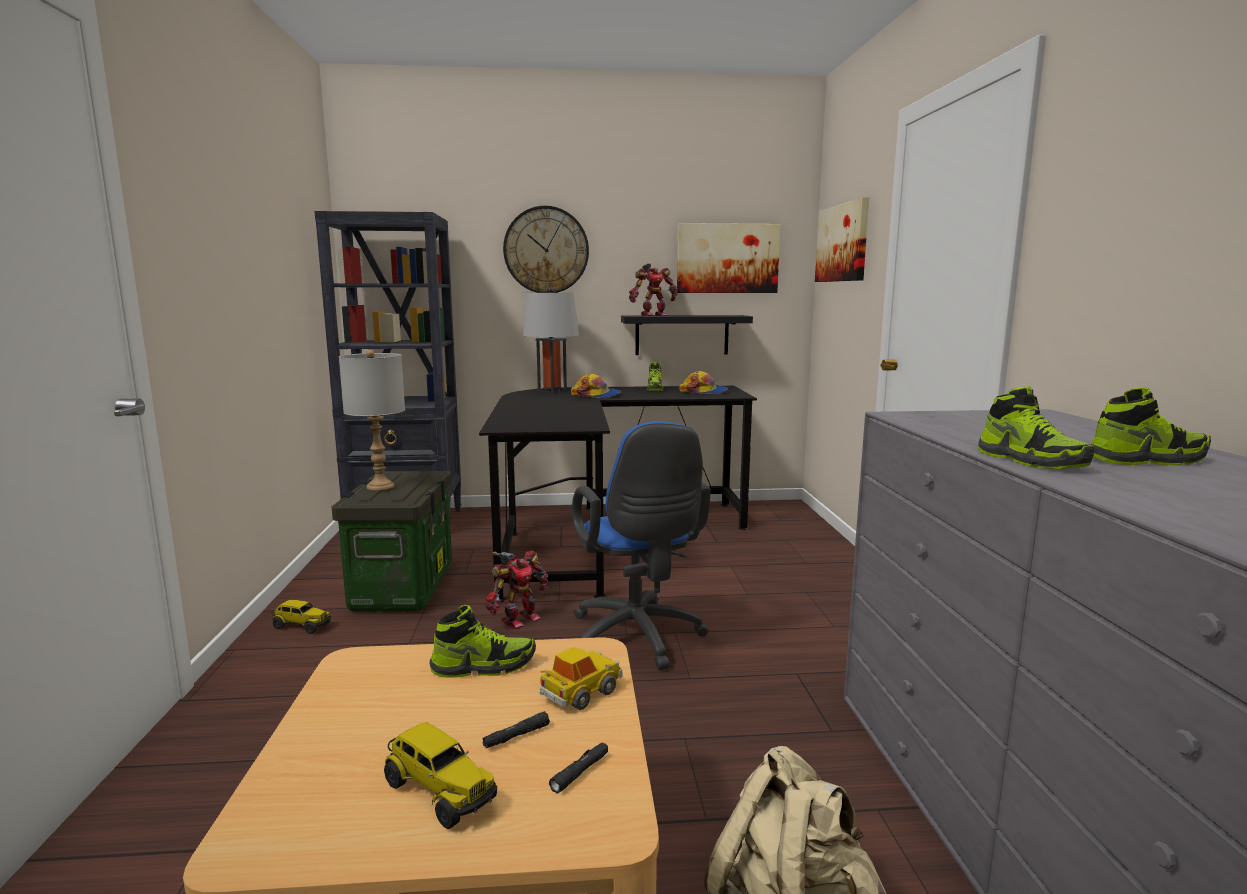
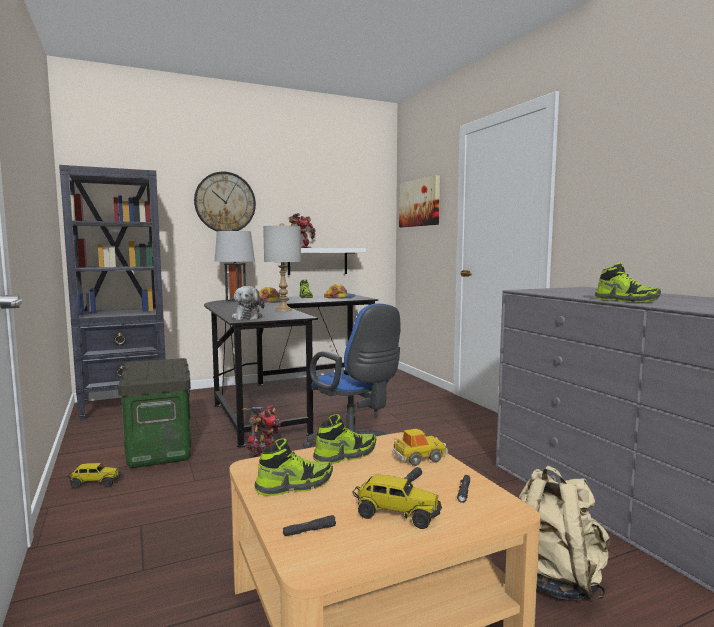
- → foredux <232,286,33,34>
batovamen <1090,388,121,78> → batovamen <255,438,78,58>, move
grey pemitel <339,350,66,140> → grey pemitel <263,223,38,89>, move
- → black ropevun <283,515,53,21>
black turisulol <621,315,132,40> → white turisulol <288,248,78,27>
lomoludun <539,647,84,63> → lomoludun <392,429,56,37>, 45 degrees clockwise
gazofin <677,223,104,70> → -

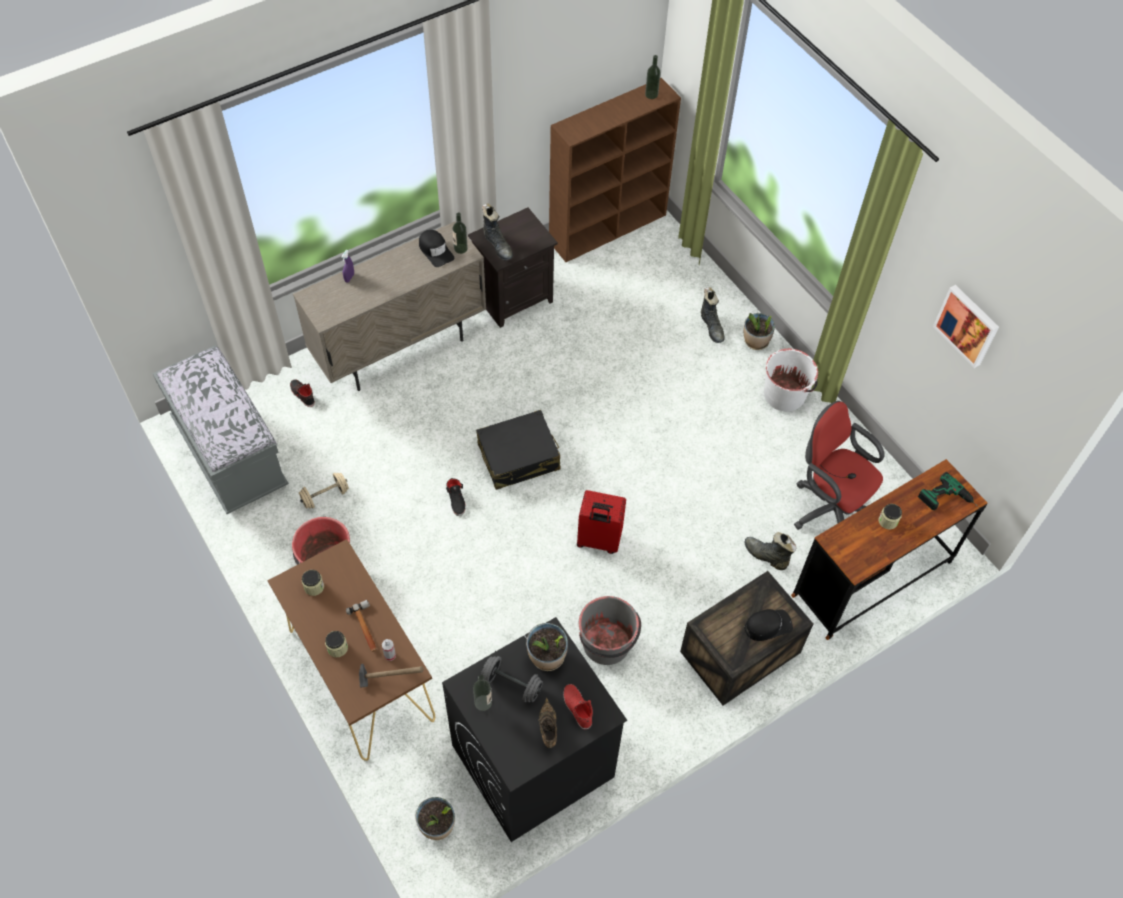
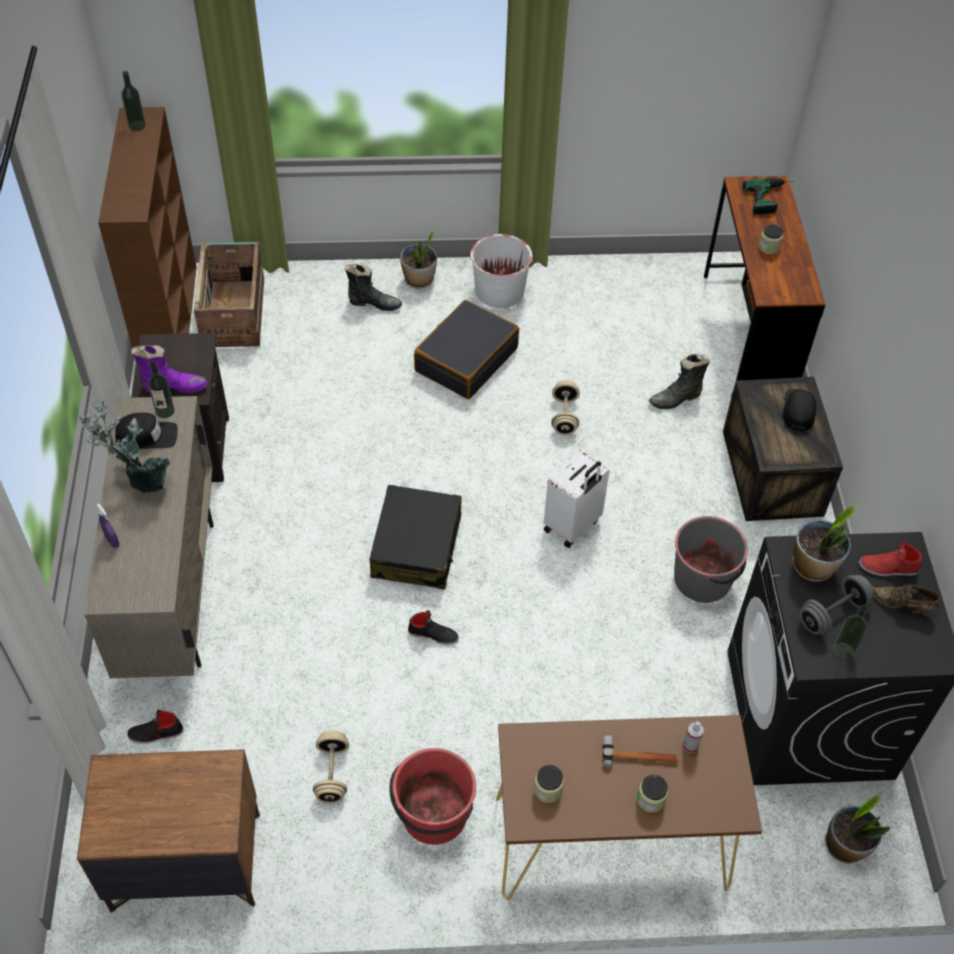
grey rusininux <153,345,136,169> → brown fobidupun <77,749,183,164>
- → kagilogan <79,397,91,96>
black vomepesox <482,204,31,57> → purple vomepesox <131,345,76,48>
- → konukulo <194,242,70,105>
- → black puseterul <414,300,105,99>
red puseterul <577,490,49,64> → white puseterul <544,450,66,98>
- → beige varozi <551,380,29,55>
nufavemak <359,663,64,25> → -
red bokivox <794,401,91,129> → -
gazofin <933,285,66,83> → -

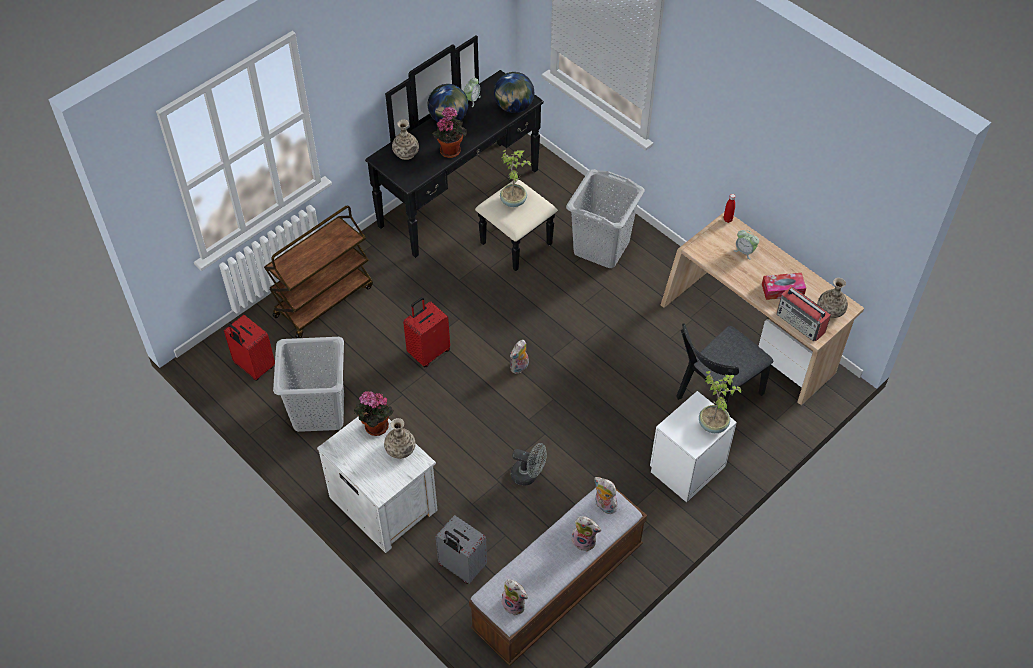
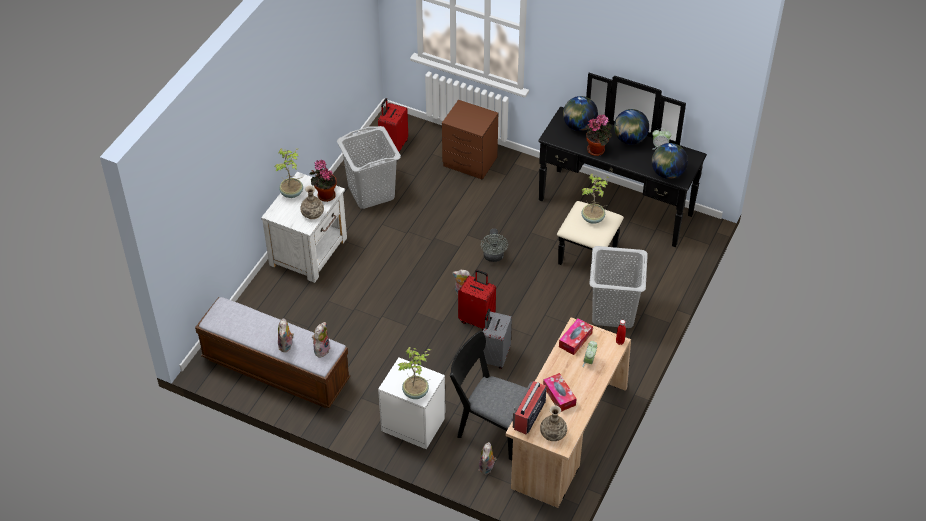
- → kagilogan <274,148,29,50>
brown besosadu <264,205,109,133> → brown fobidupun <442,100,56,80>
red puseterul <403,297,47,70> → red puseterul <458,270,38,60>, move
foredux <501,579,27,37> → foredux <479,442,17,33>, move
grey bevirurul <511,443,36,42> → grey bevirurul <481,228,27,34>, move
grey puseterul <436,515,51,69> → grey puseterul <483,309,29,60>, move
- → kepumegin <559,318,34,37>
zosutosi <392,119,27,41> → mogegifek <563,96,35,35>

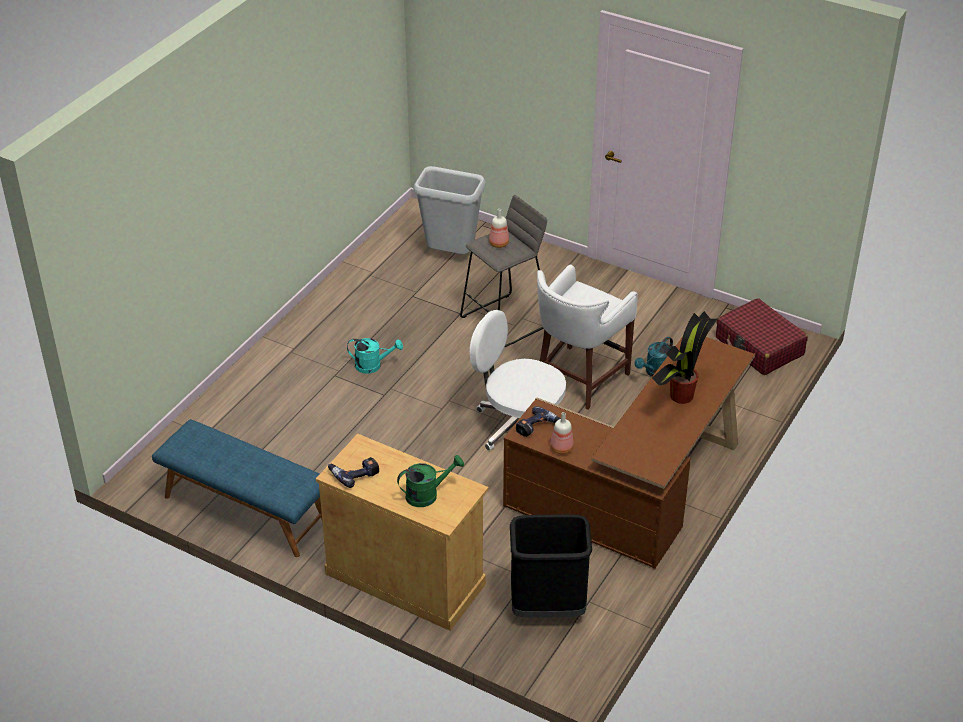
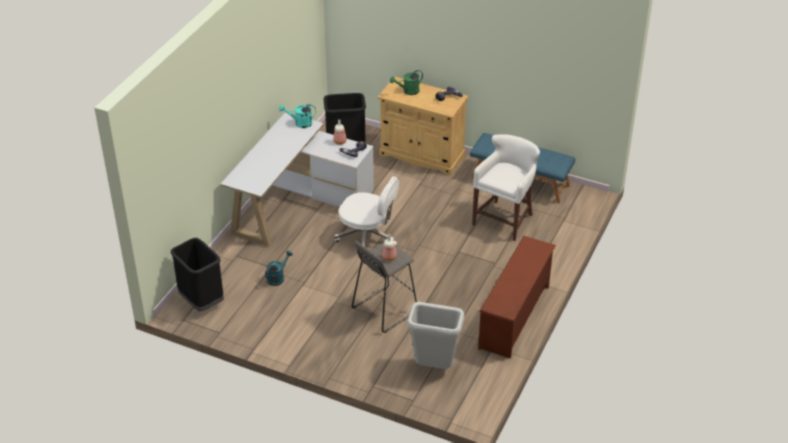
red puseterul <716,298,92,77> → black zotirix <171,238,53,74>
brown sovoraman <503,336,252,233> → white sovoraman <220,113,154,133>
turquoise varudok <347,338,56,36> → turquoise varudok <279,104,37,24>, move
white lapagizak <537,265,101,145> → white lapagizak <472,134,68,107>, move
- → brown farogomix <478,236,78,123>
kagilogan <652,311,66,93> → -

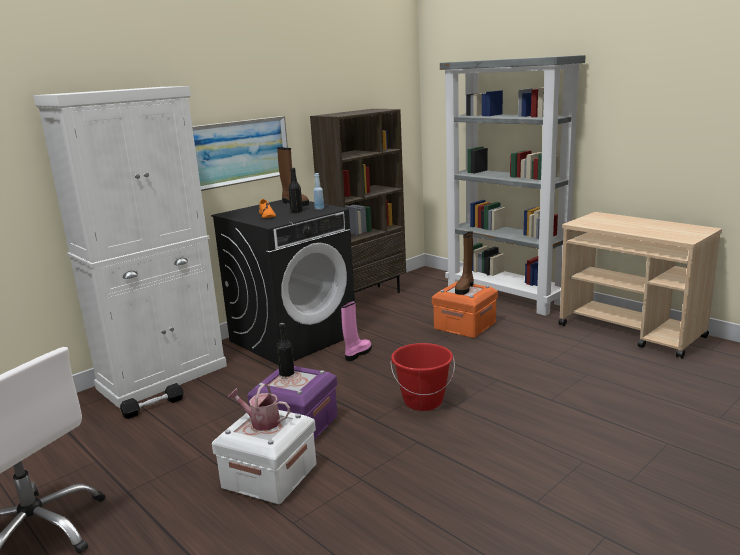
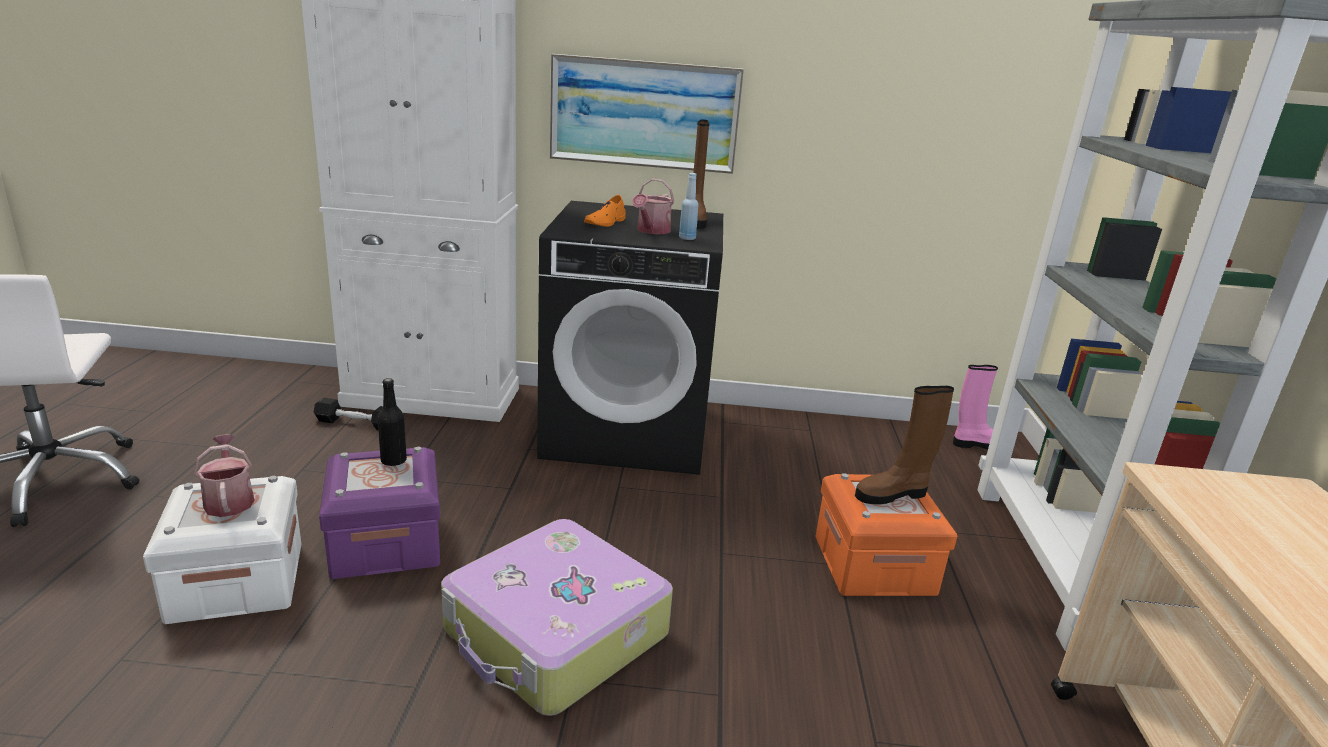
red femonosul <390,343,65,68> → puseterul <441,519,232,197>
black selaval <288,168,15,45> → varudok <632,178,42,56>
pink vomepesox <341,300,31,61> → pink vomepesox <953,365,45,84>, move
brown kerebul <310,109,96,184> → -

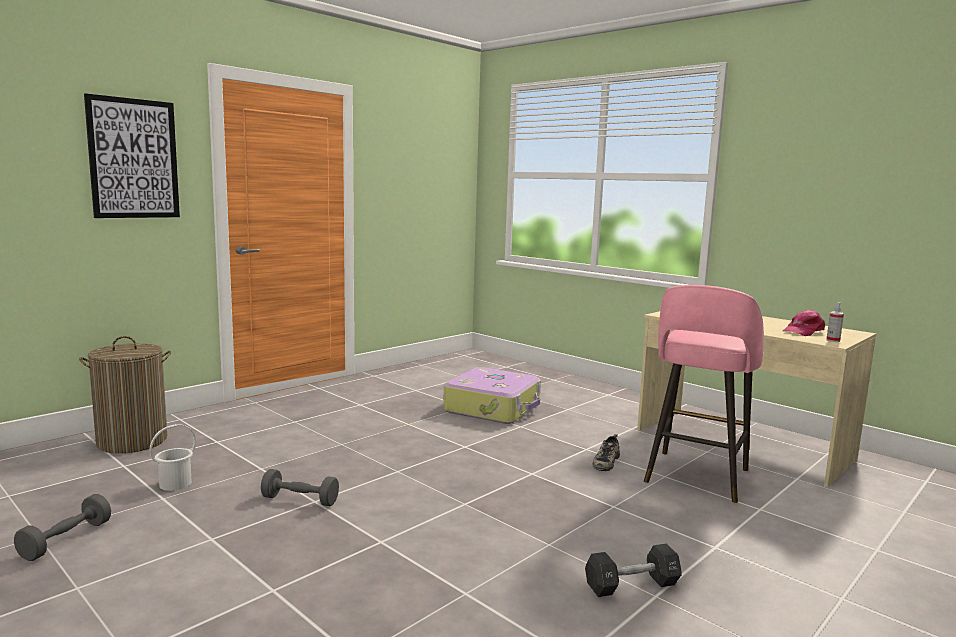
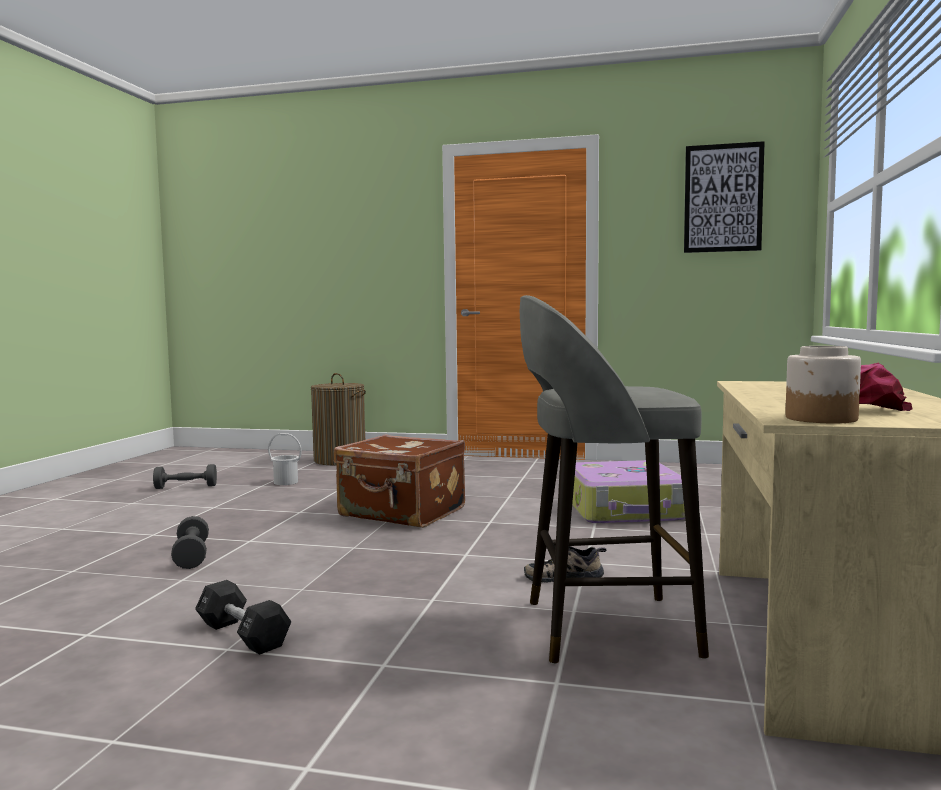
grey varozi <261,469,78,37> → grey varozi <171,516,38,53>, move
- → brown puseterul <334,434,131,94>
pink lapagizak <644,285,120,218> → grey lapagizak <520,295,189,369>
gazofin <84,93,96,125> → gazofin <684,141,81,112>, move
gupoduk <826,302,18,40> → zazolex <786,346,75,77>

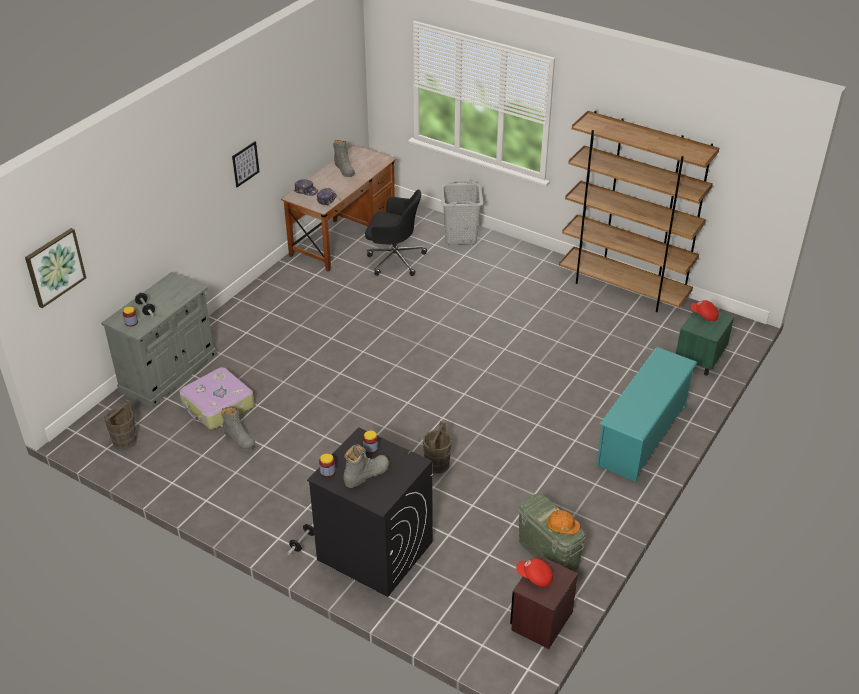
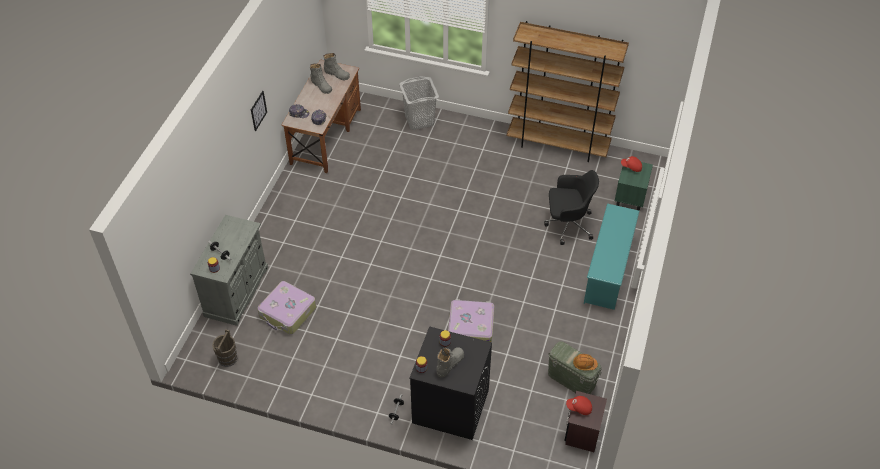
grey vomepesox <221,407,35,44> → grey vomepesox <323,53,27,28>, move
brown femonosul <423,421,29,52> → puseterul <448,299,46,43>
black bokivox <365,190,62,86> → black bokivox <544,170,55,75>, move
gazofin <25,228,61,80> → -

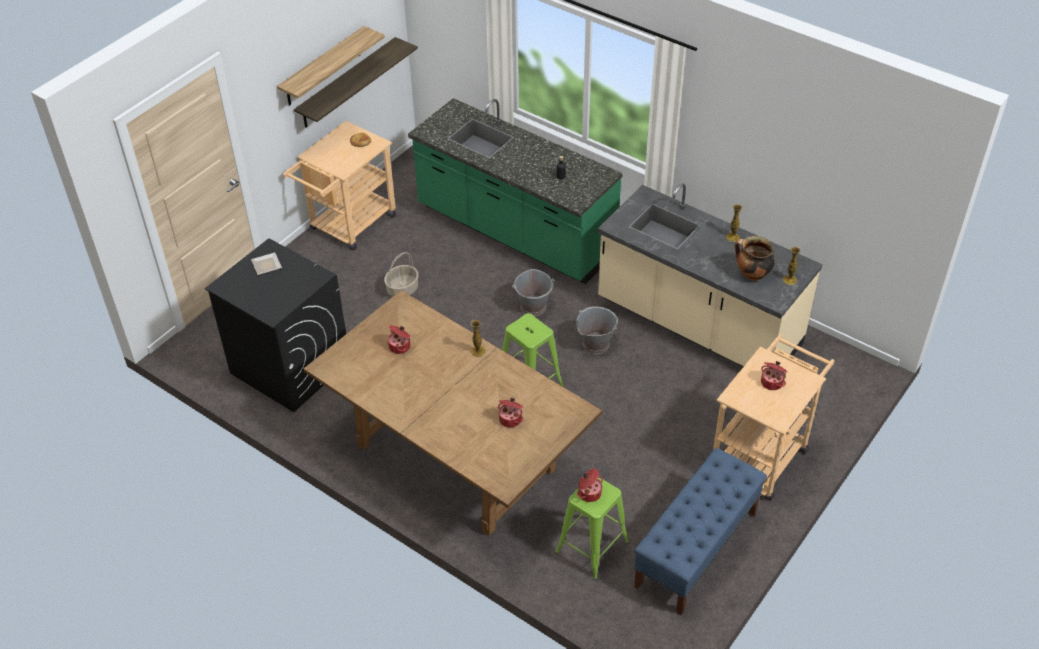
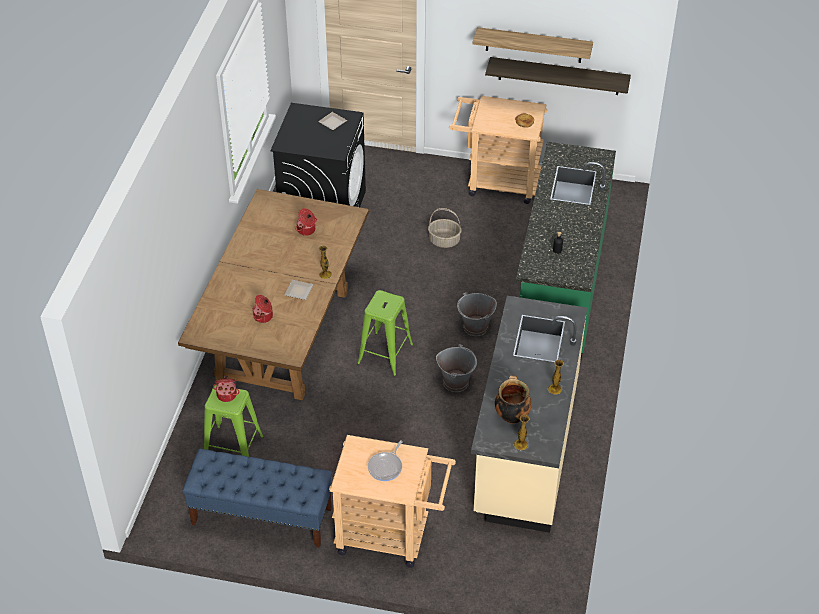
- → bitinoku <285,280,29,20>
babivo <761,361,27,29> → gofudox <368,440,35,41>

